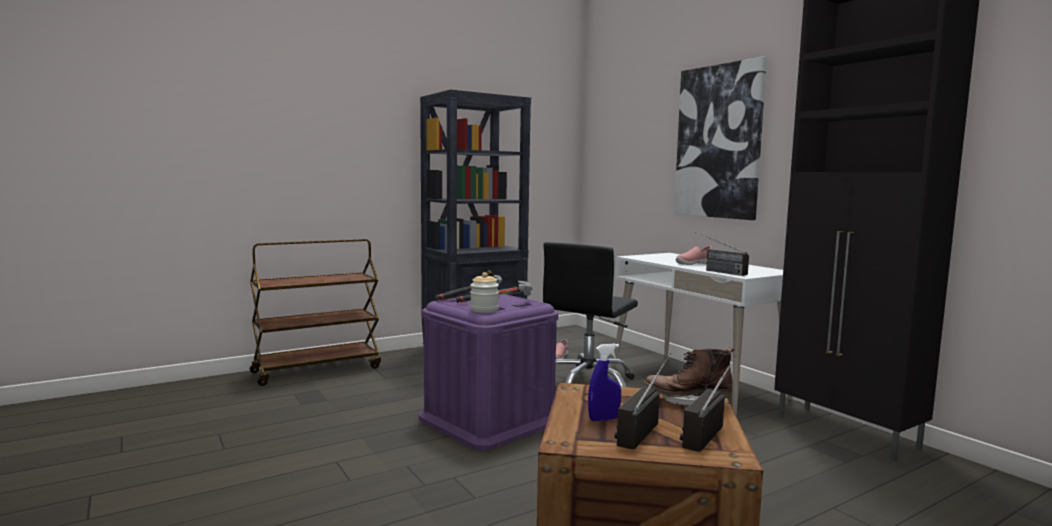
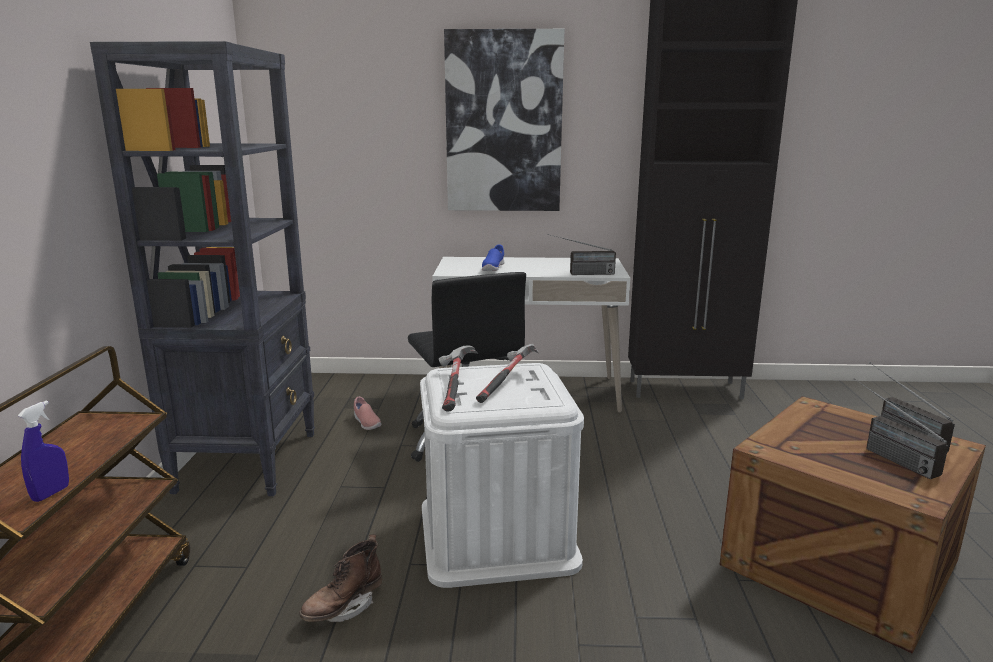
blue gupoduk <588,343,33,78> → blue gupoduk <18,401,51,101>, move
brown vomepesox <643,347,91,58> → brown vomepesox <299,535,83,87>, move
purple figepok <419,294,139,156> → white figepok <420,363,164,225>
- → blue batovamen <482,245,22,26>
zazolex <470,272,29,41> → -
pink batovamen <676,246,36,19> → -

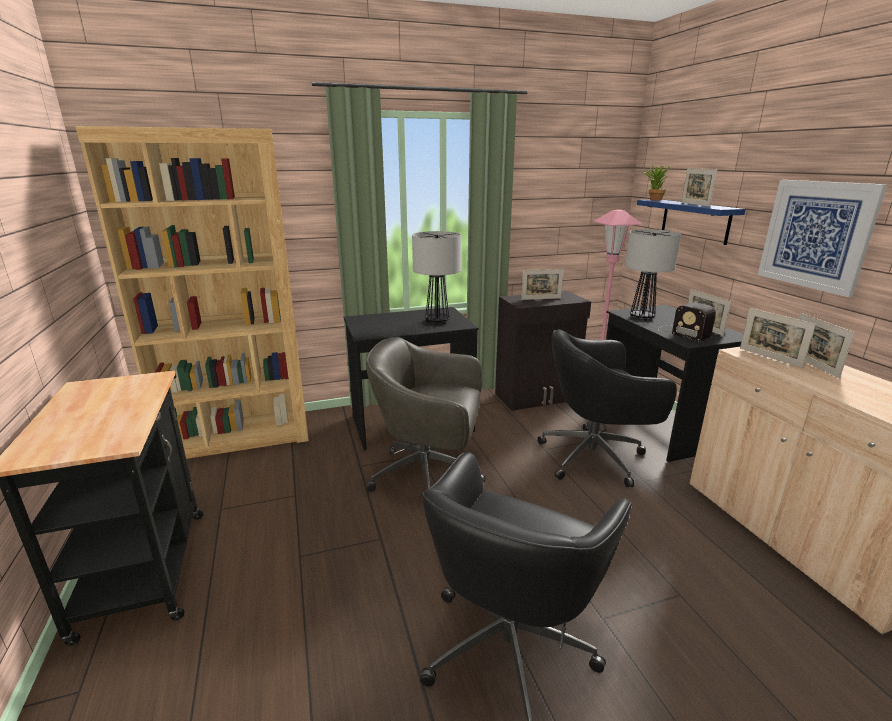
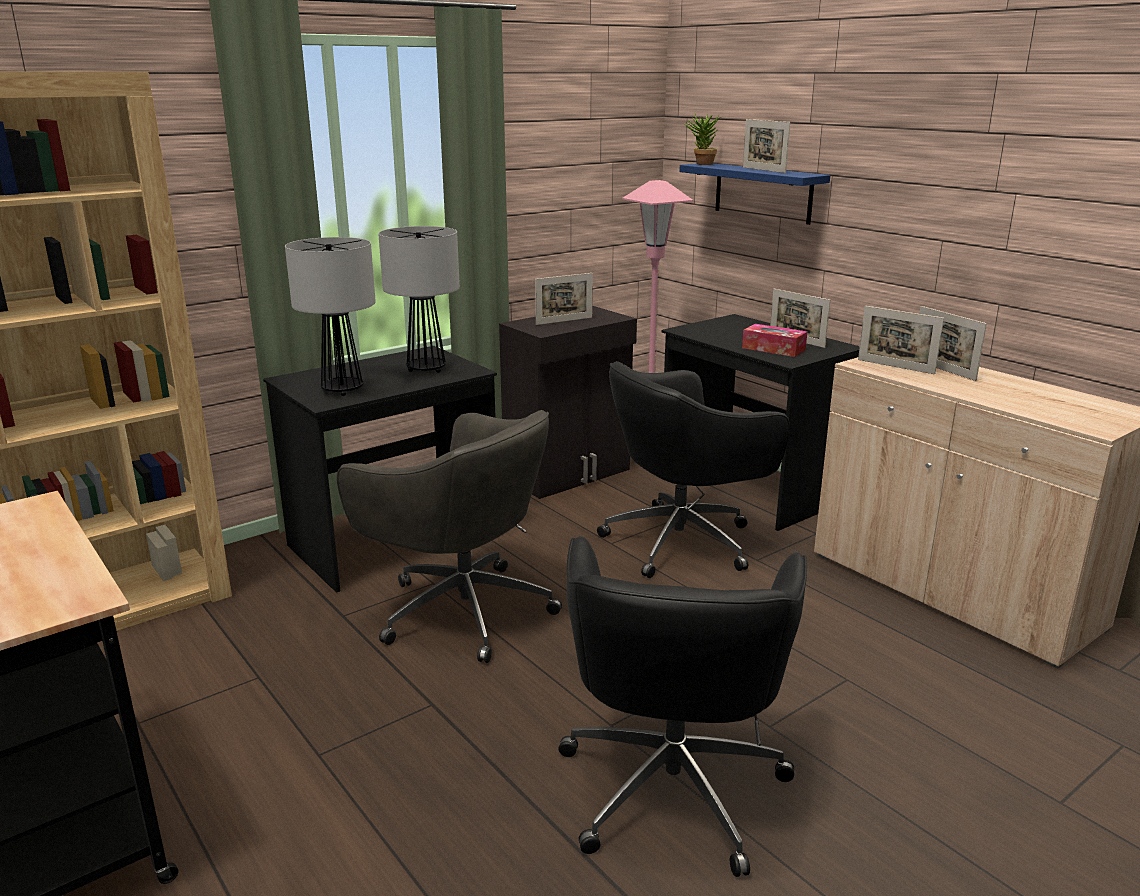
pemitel <625,229,56,92> → pemitel <285,237,91,159>, move
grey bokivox <366,337,120,155> → grey bokivox <337,410,225,253>, 135 degrees counterclockwise
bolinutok <658,302,58,40> → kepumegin <742,324,65,33>
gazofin <758,180,130,117> → -

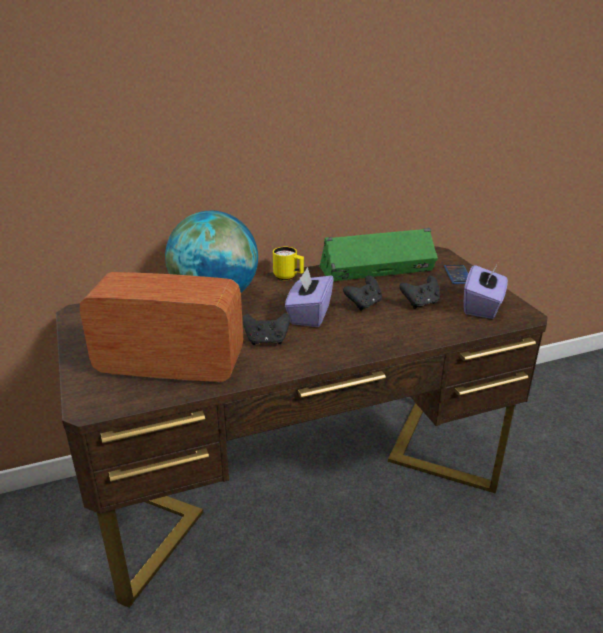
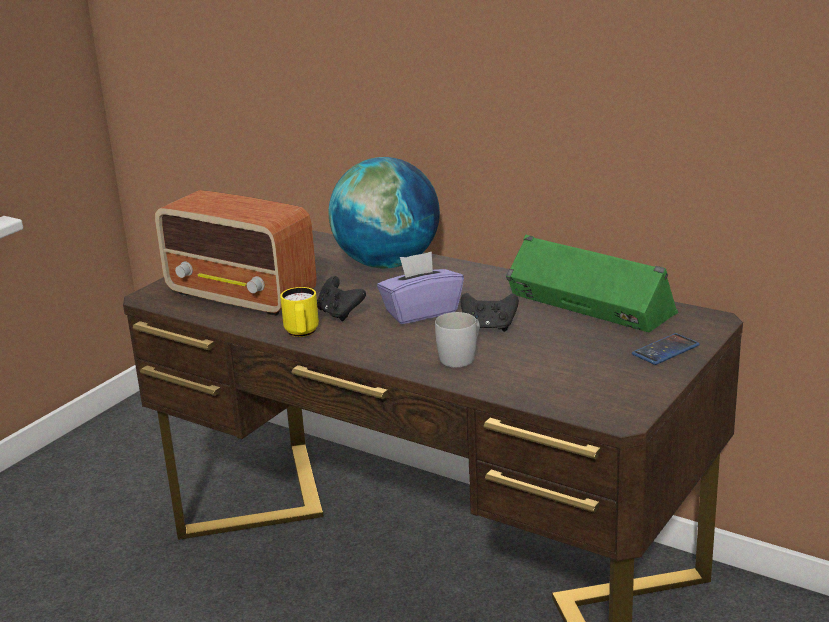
bolinutok <80,272,163,110> → bolinutok <155,190,162,126>, 150 degrees clockwise
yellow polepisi <273,247,31,33> → yellow polepisi <280,287,39,50>, move
- → white polepisi <435,312,45,56>
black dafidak <399,276,41,33> → -
purple kepumegin <464,263,44,56> → -

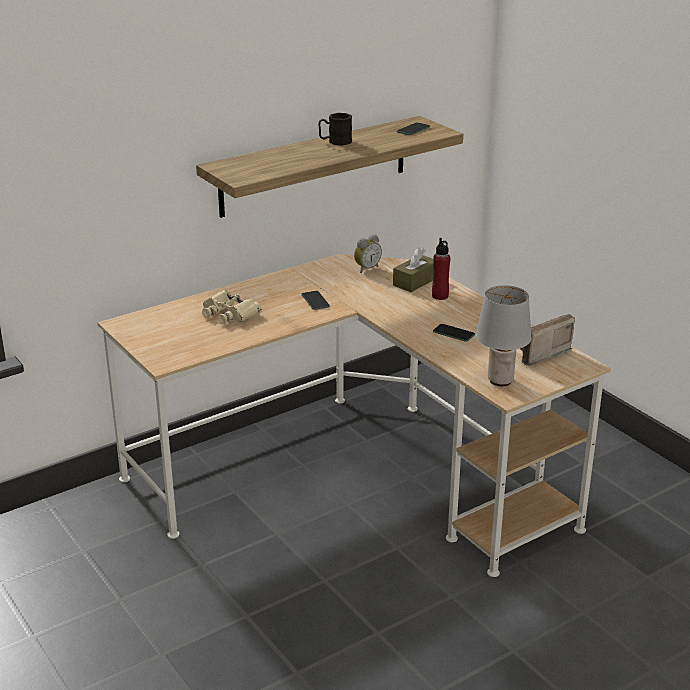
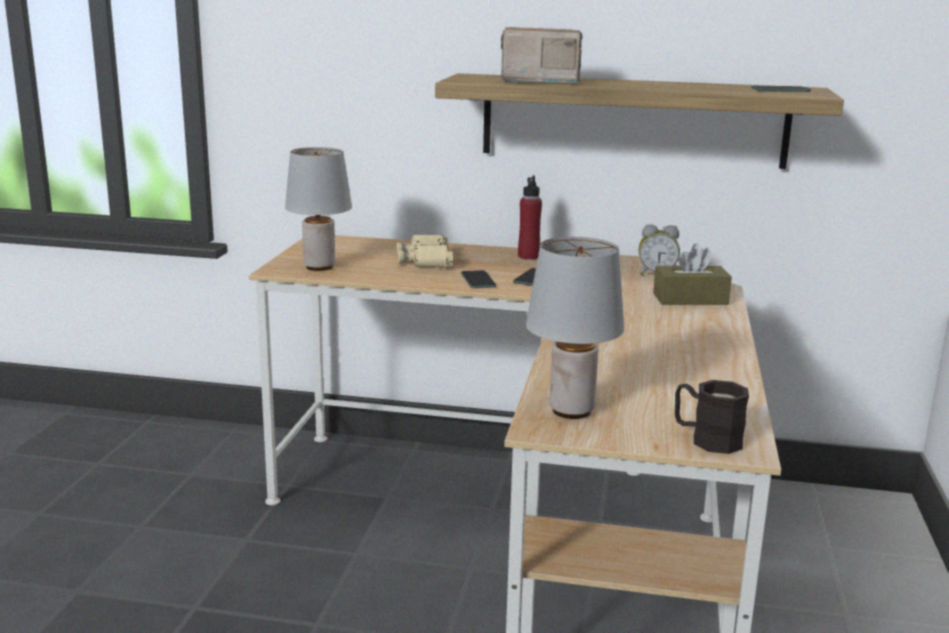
- → grey pemitel <285,147,67,124>
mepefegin <433,324,42,18> → mepefegin <461,270,35,18>, move
bolinutok <520,314,55,52> → bolinutok <501,27,81,56>, move
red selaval <432,238,18,62> → red selaval <518,176,24,84>, move
black polepisi <318,113,34,33> → black polepisi <675,380,74,74>, move

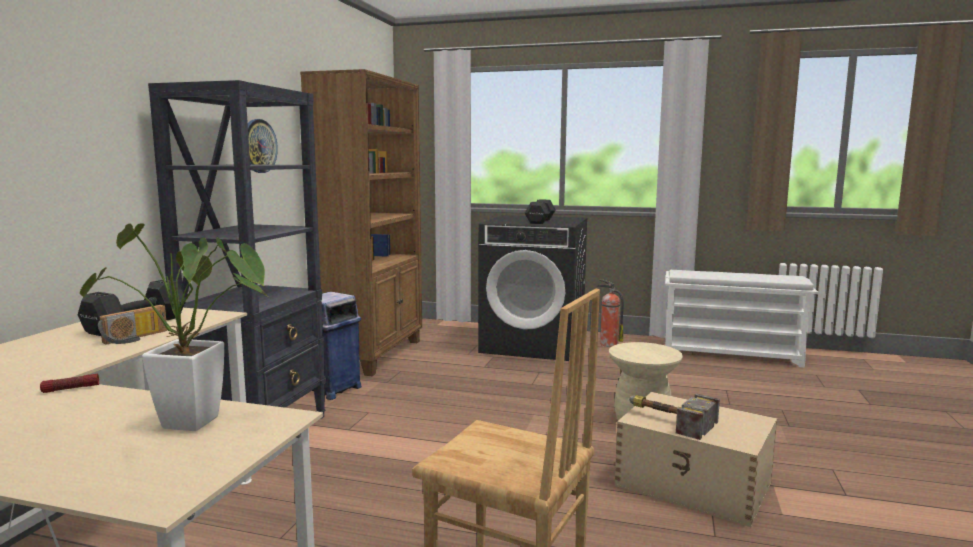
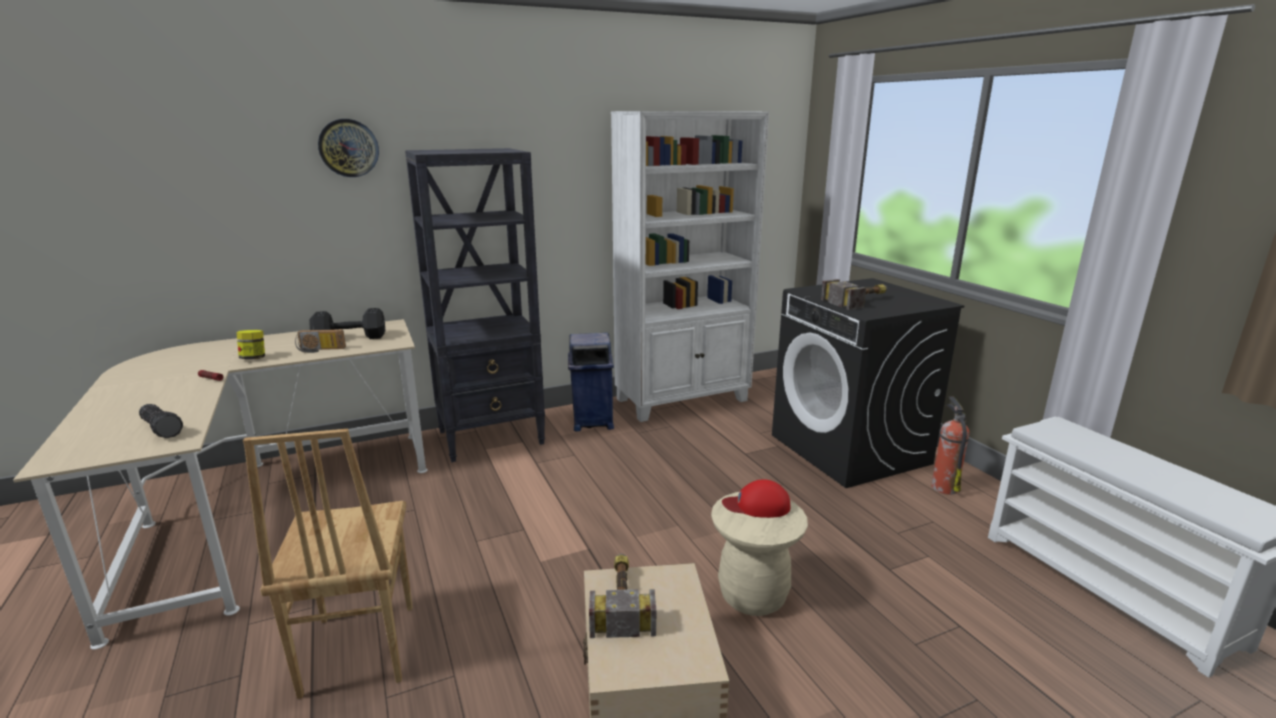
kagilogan <80,223,190,208> → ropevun <139,404,44,34>
- → zazolex <237,330,28,30>
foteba <248,119,30,54> → foteba <318,119,61,58>, move
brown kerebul <300,69,122,307> → white kerebul <611,111,158,311>
- → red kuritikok <722,479,68,39>
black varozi <525,199,31,25> → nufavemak <821,279,66,31>

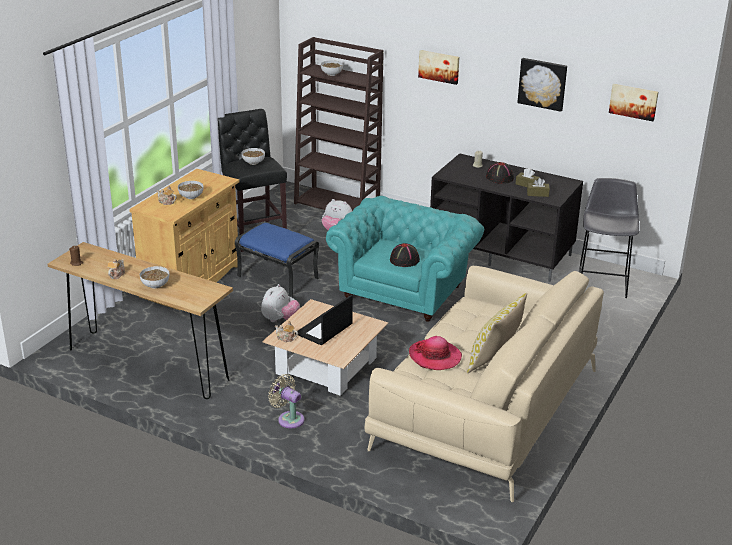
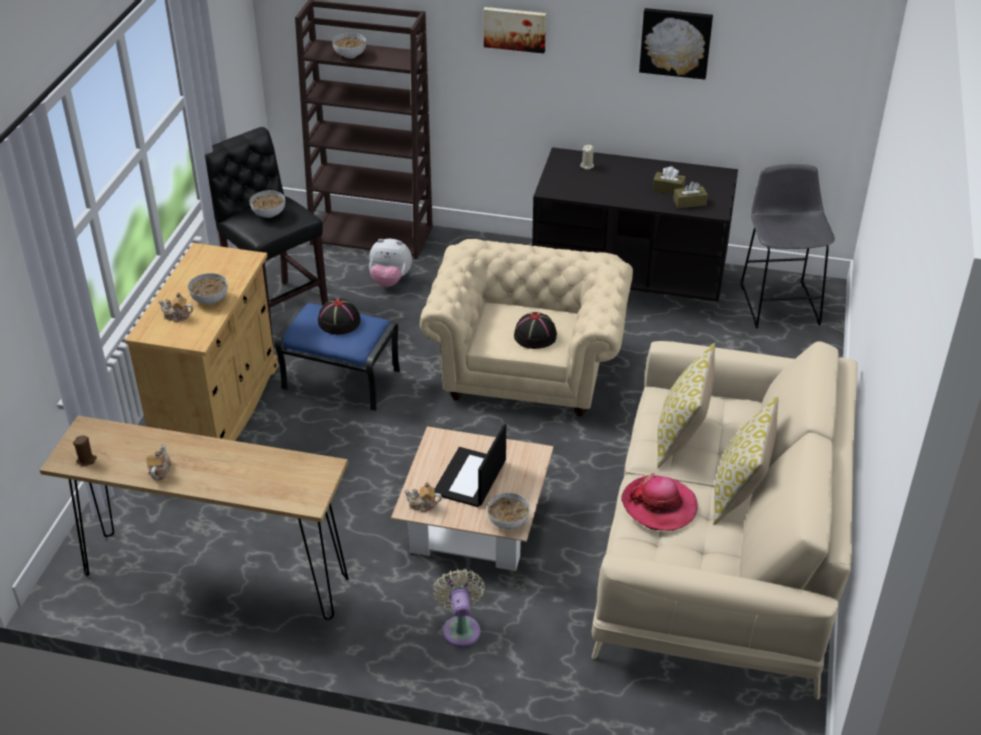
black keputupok <486,162,28,22> → black keputupok <318,298,43,37>, move
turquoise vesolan <326,196,159,126> → beige vesolan <420,239,213,177>
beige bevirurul <268,374,36,54> → beige bevirurul <433,569,52,78>, 60 degrees clockwise
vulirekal <140,266,29,22> → vulirekal <487,493,43,36>, move
- → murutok <657,343,58,125>
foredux <261,284,39,38> → -
gazofin <609,84,49,37> → -

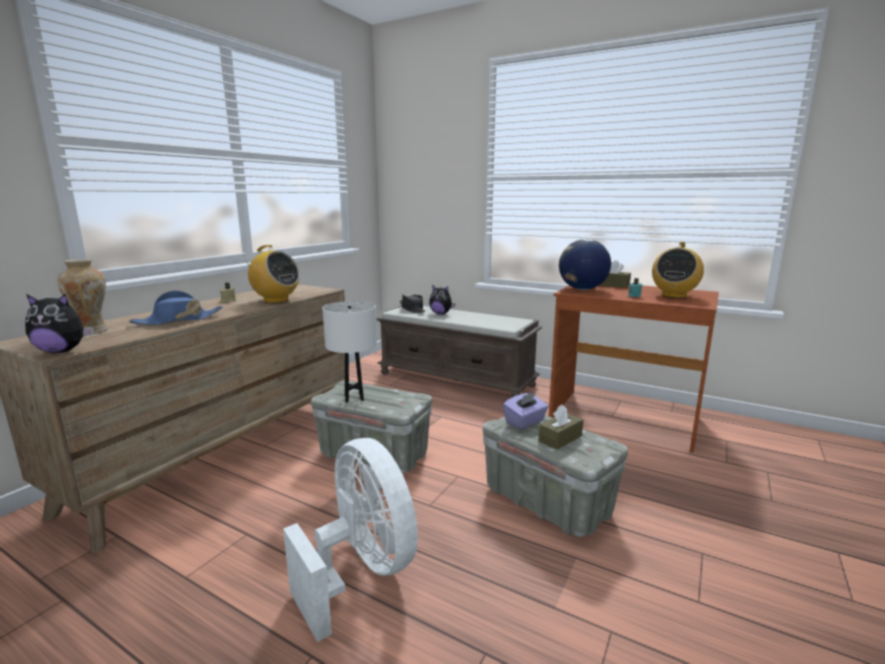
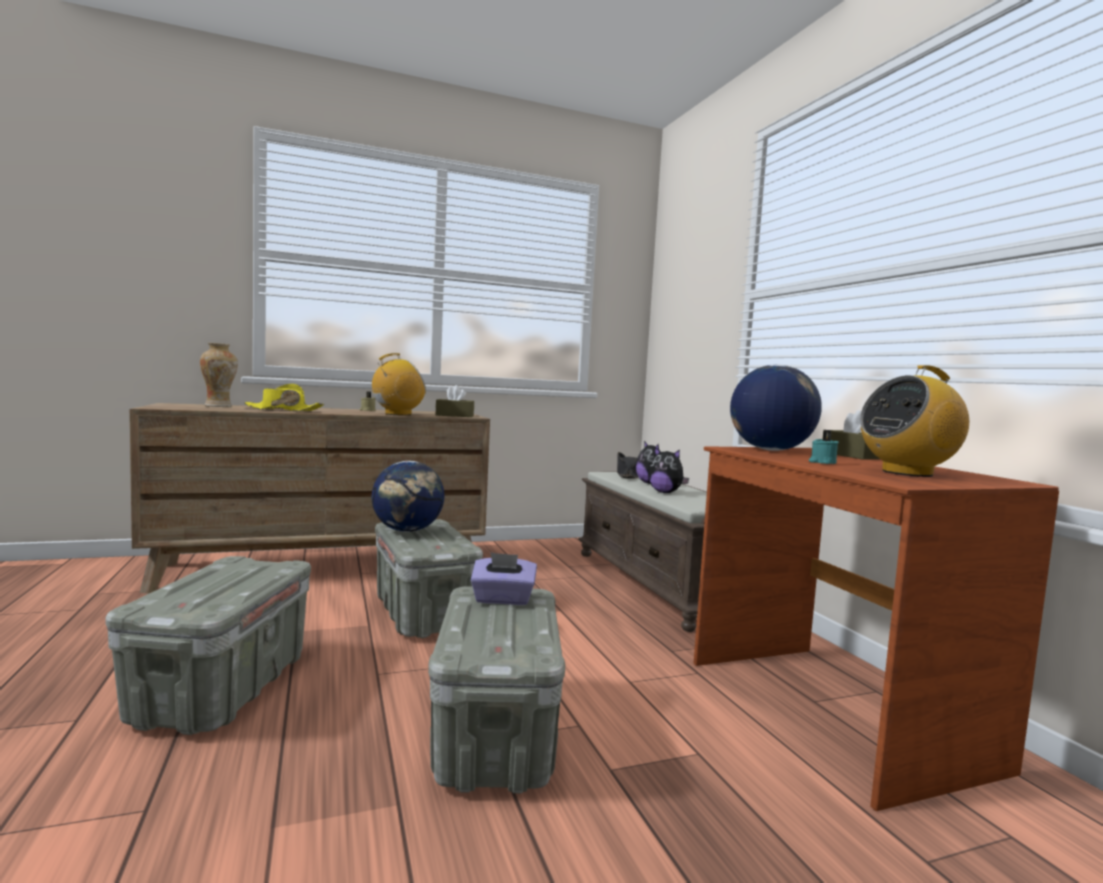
white bevirurul <283,438,135,204> → grey figepok <105,556,206,179>
blue keputupok <129,291,94,34> → yellow keputupok <244,384,80,27>
bolinutok <243,245,57,58> → bolinutok <372,353,54,63>, 105 degrees counterclockwise
white pemitel <322,301,55,102> → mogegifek <372,461,72,71>
brown kepumegin <538,405,45,45> → brown kepumegin <436,385,38,32>, move
foredux <25,294,69,59> → foredux <648,447,41,46>, move

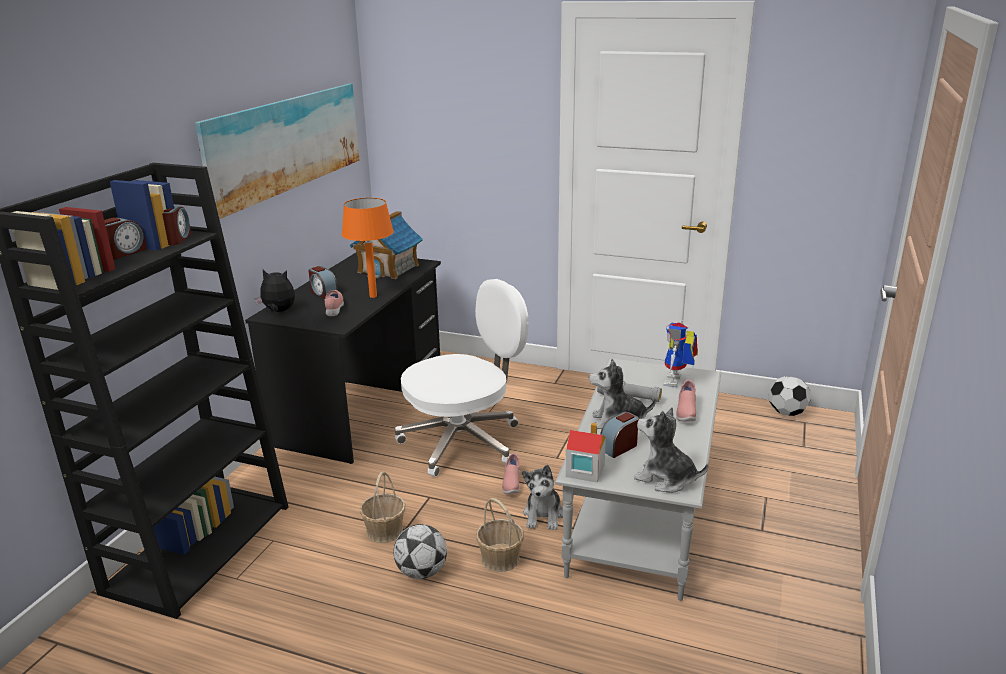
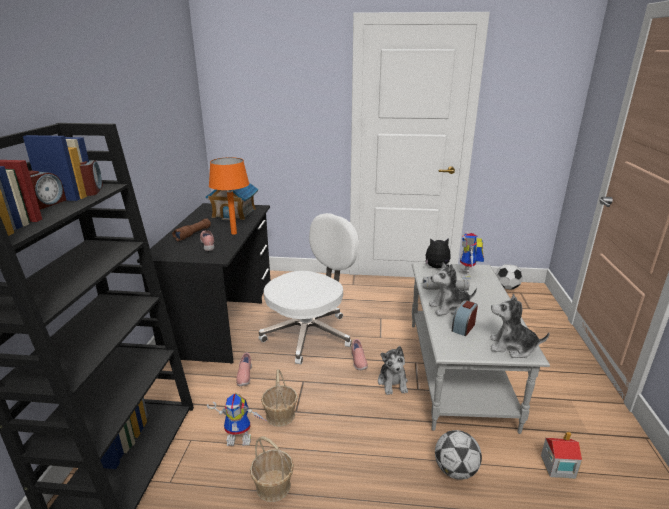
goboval <308,266,30,33> → brown ropevun <172,218,39,23>
- → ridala <207,393,59,53>
pink batovamen <676,380,20,42> → pink batovamen <236,353,16,33>, move
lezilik <476,498,48,74> → lezilik <250,436,44,66>, move
foredux <255,270,40,42> → foredux <426,238,25,30>, move
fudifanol <394,524,53,55> → fudifanol <435,430,47,50>, move
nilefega <565,423,41,60> → nilefega <541,432,41,46>, move
gazofin <196,84,163,135> → -

